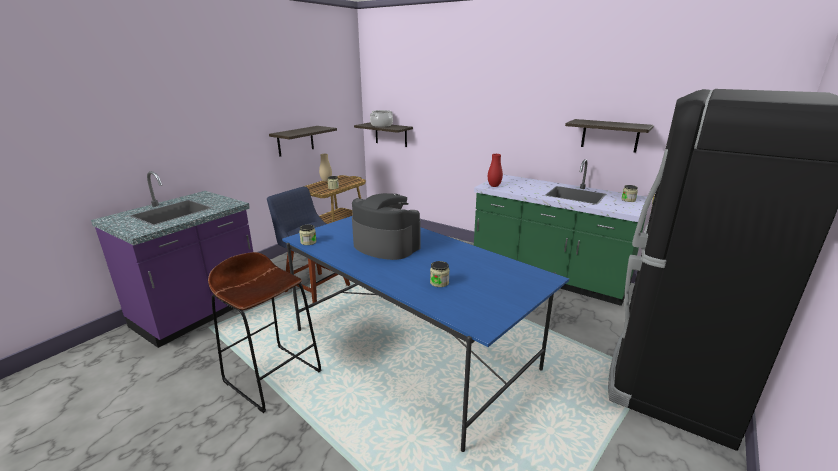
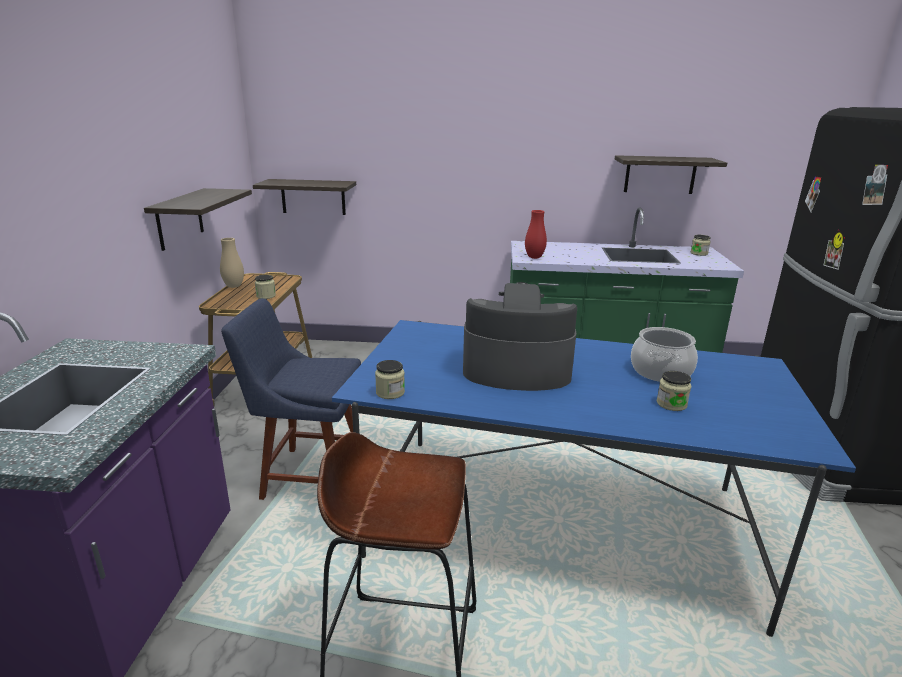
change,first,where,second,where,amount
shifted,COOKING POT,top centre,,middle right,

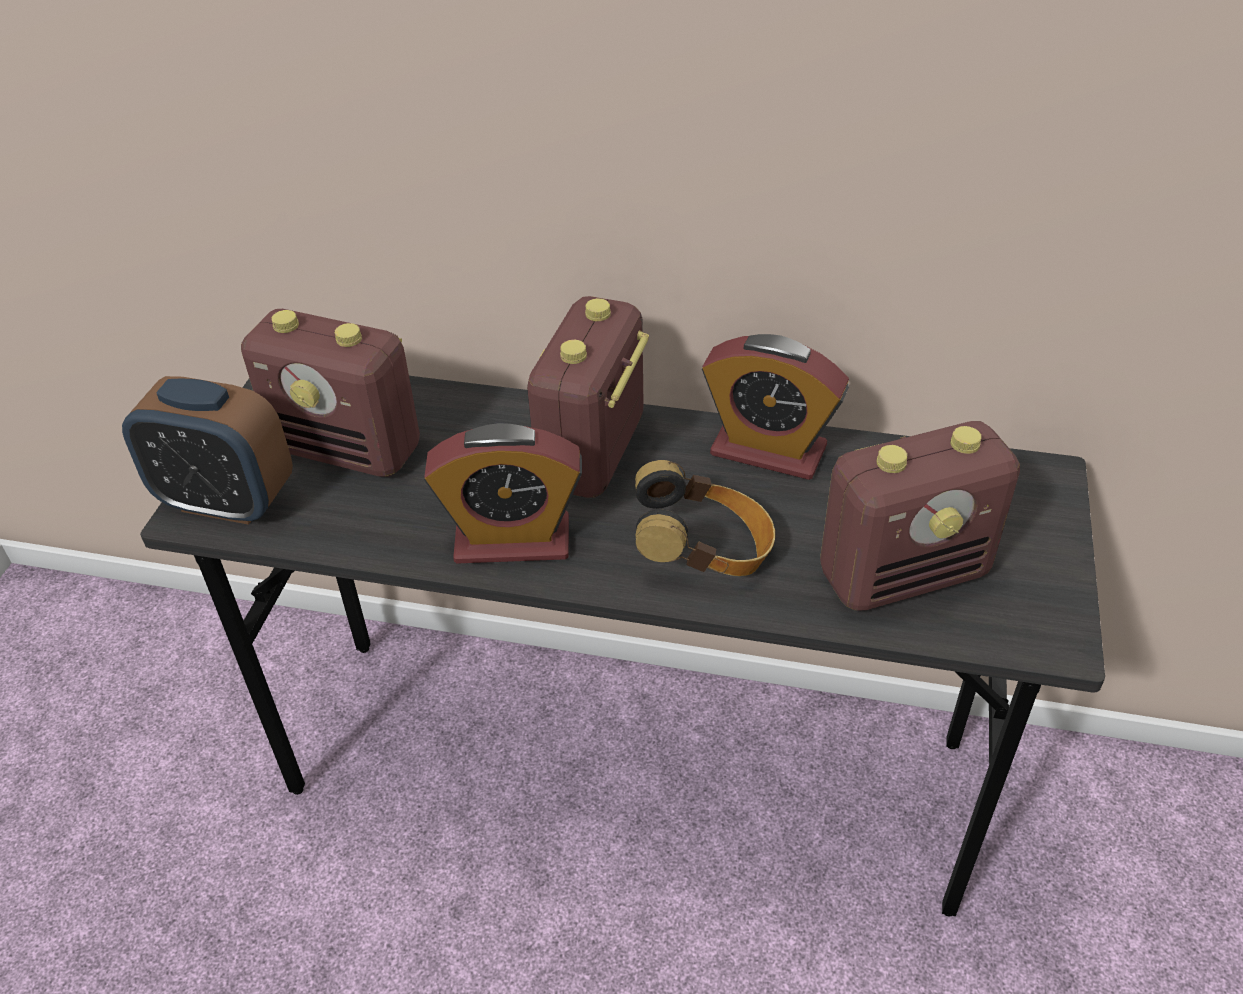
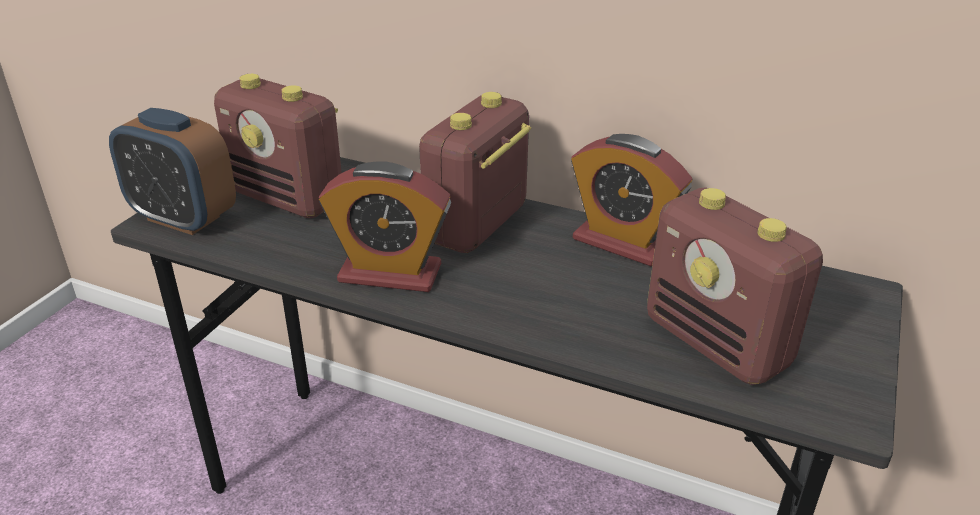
change,first,where,second,where,amount
rotated,RADIO (no. 3 from left),middle right,,middle right,60 degrees clockwise
gone,HEADPHONES,centre,,,

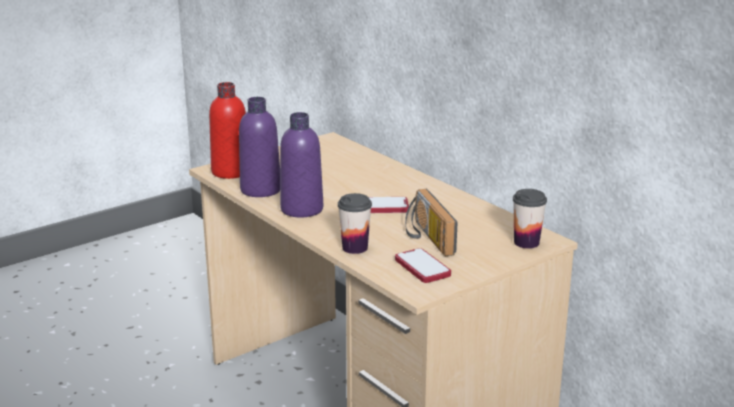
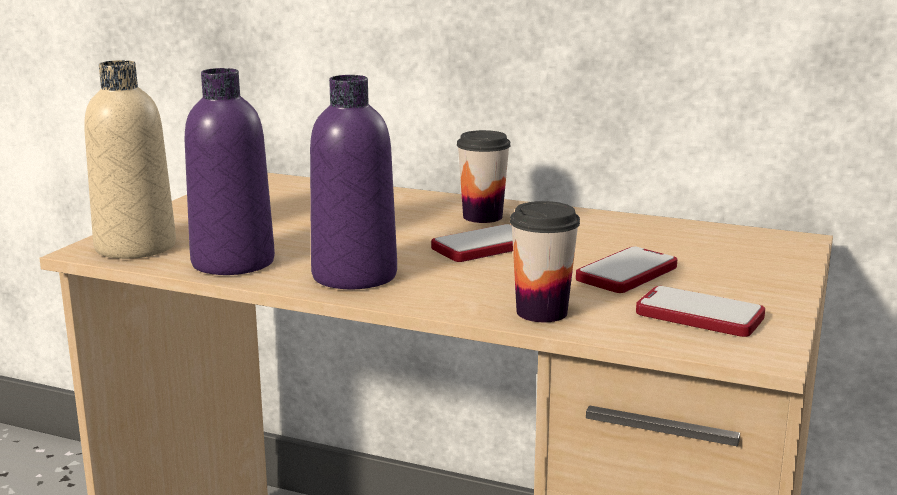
change,first,where,second,where,amount
repainted,RED BOTTLE,top left,BEIGE BOTTLE,top left,
swapped,RADIO,centre,PHONE (no. 2 from left),middle right,
shifted,CUP (no. 2 from left in the first image),middle right,CUP (no. 1 from left),centre,

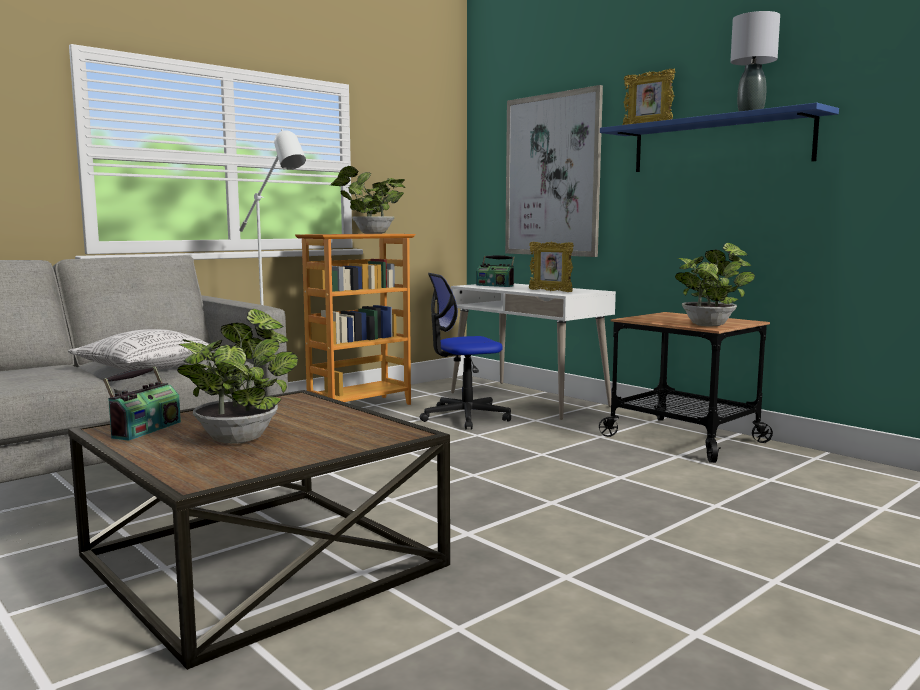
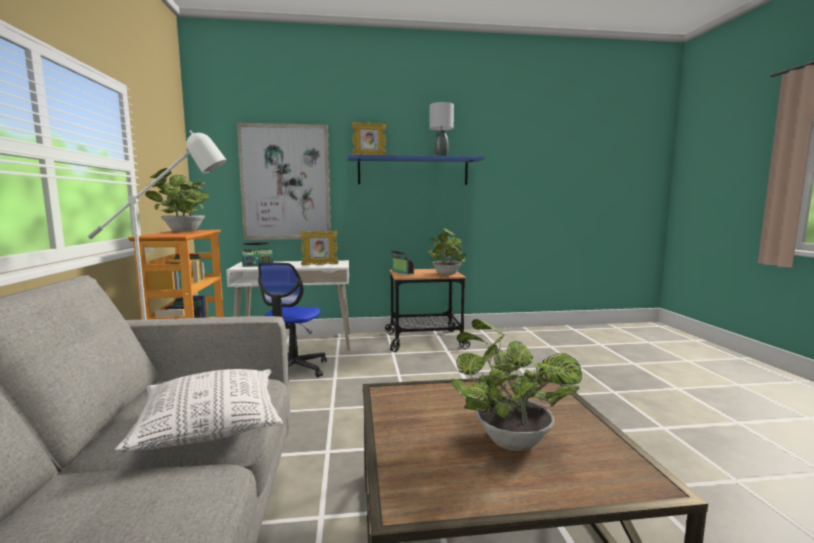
change,first,where,second,where,amount
shifted,RADIO (no. 1 from left in the first image),middle left,RADIO (no. 2 from left),centre,

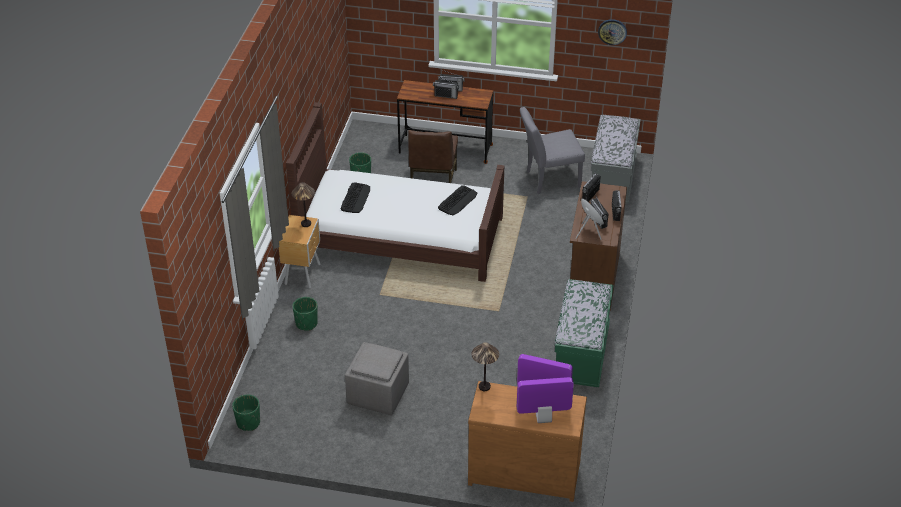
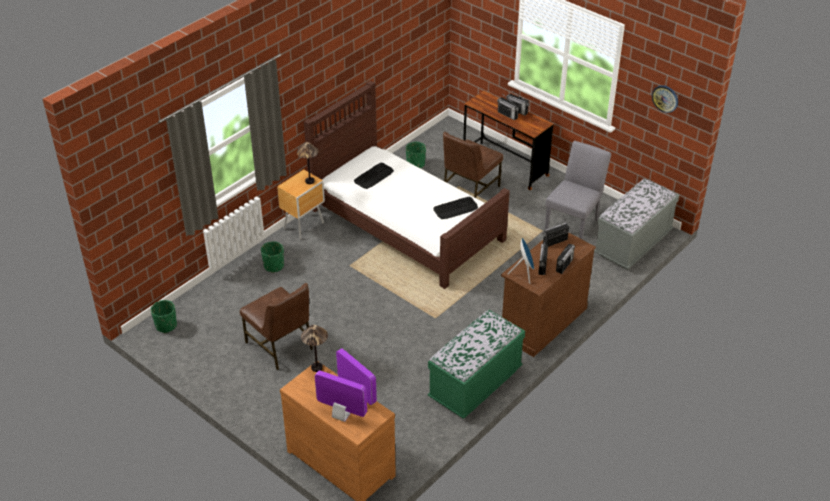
change,first,where,second,where,amount
rotated,GREY CHAIR,top centre,,middle right,105 degrees clockwise
swapped,GREY OTTOMAN,bottom centre,BROWN CHAIR (no. 1 from left),middle left,

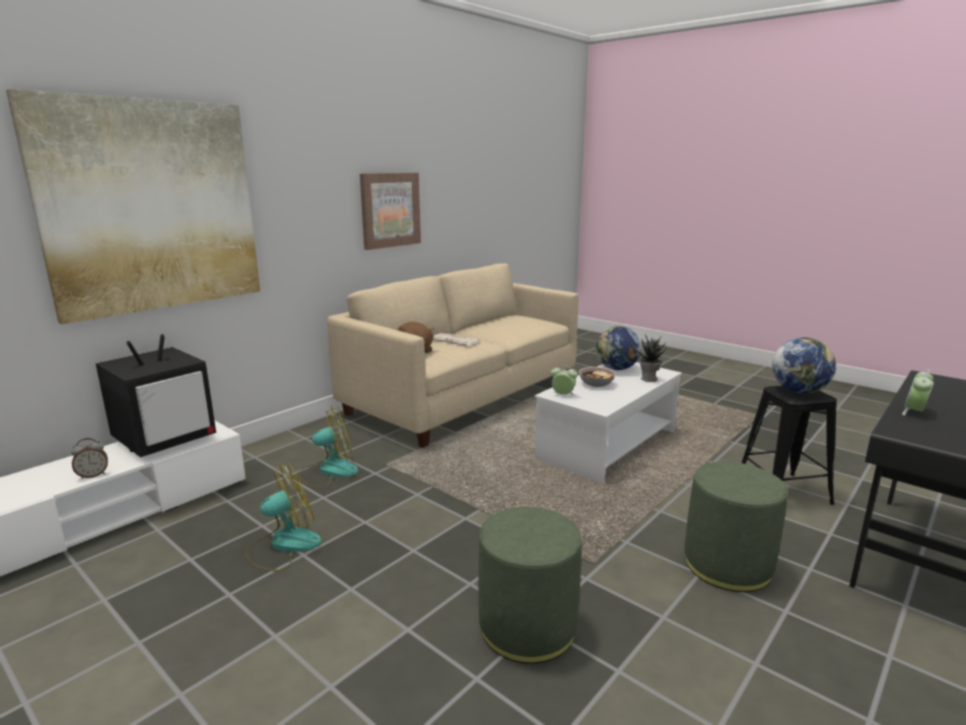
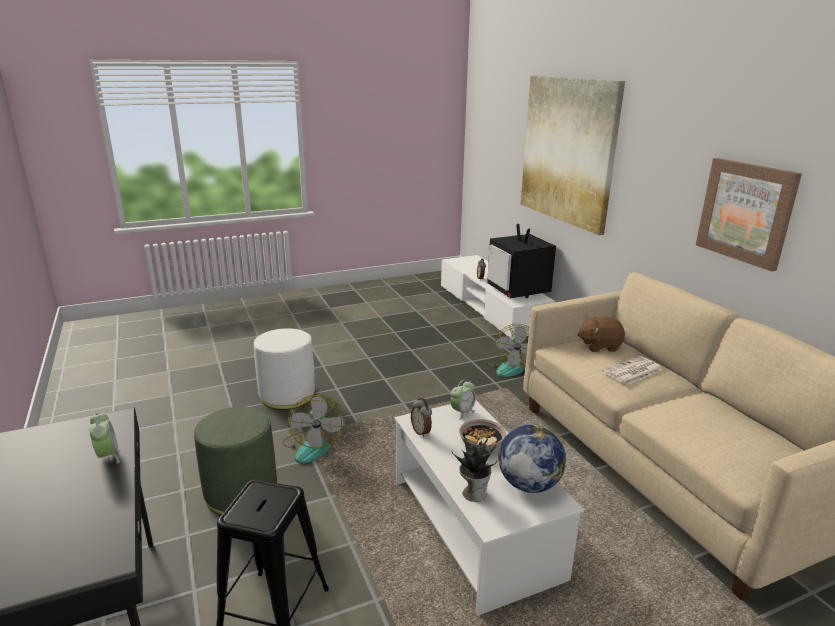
change,first,where,second,where,amount
gone,GLOBE (no. 2 from left),middle right,,,
shifted,FAN (no. 1 from left),bottom left,,bottom centre,
repainted,GREEN OTTOMAN (no. 1 from left),bottom centre,WHITE OTTOMAN,centre,
new,,,ALARM CLOCK (no. 2 from left),centre,

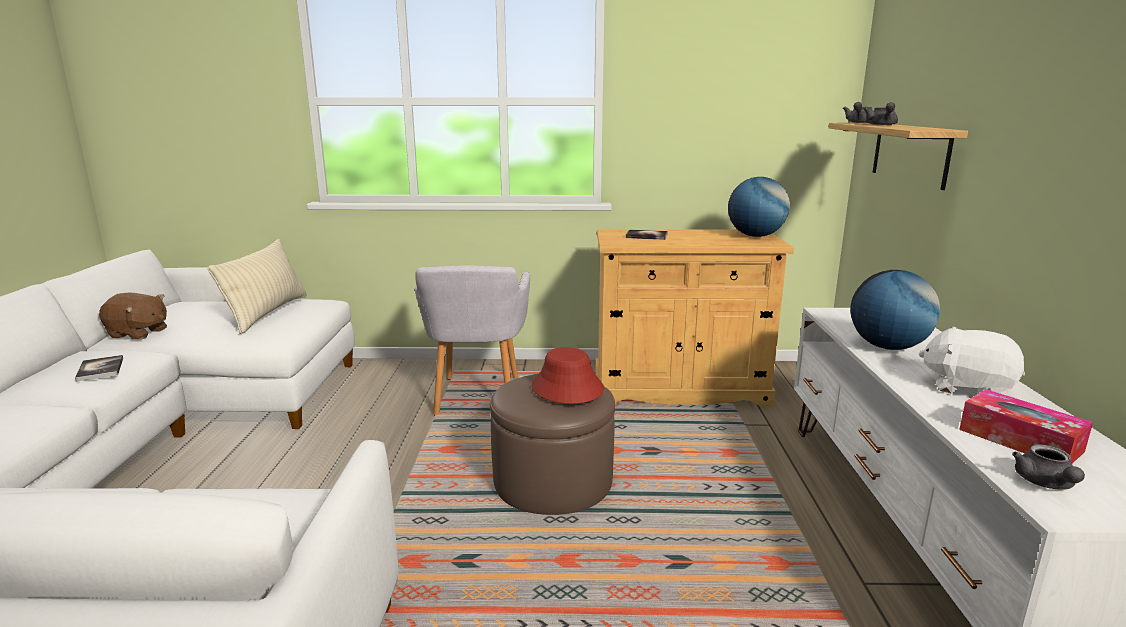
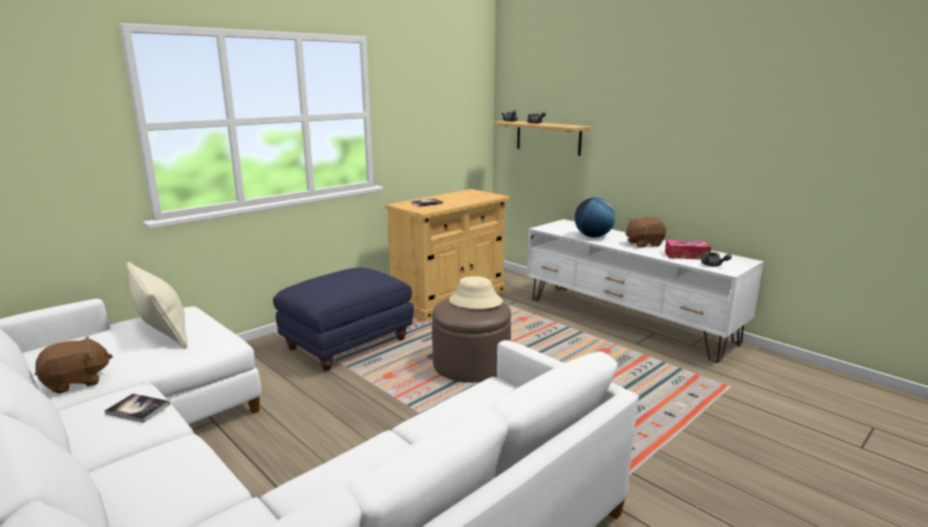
change,first,where,second,where,amount
gone,GLOBE (no. 1 from left),top right,,,
swapped,GREY ARMCHAIR,centre,BLUE OTTOMAN,centre,
repainted,WHITE PLUSH TOY,middle right,BROWN PLUSH TOY (no. 2 from left),middle right,
repainted,RED HAT,centre,BEIGE HAT,centre,

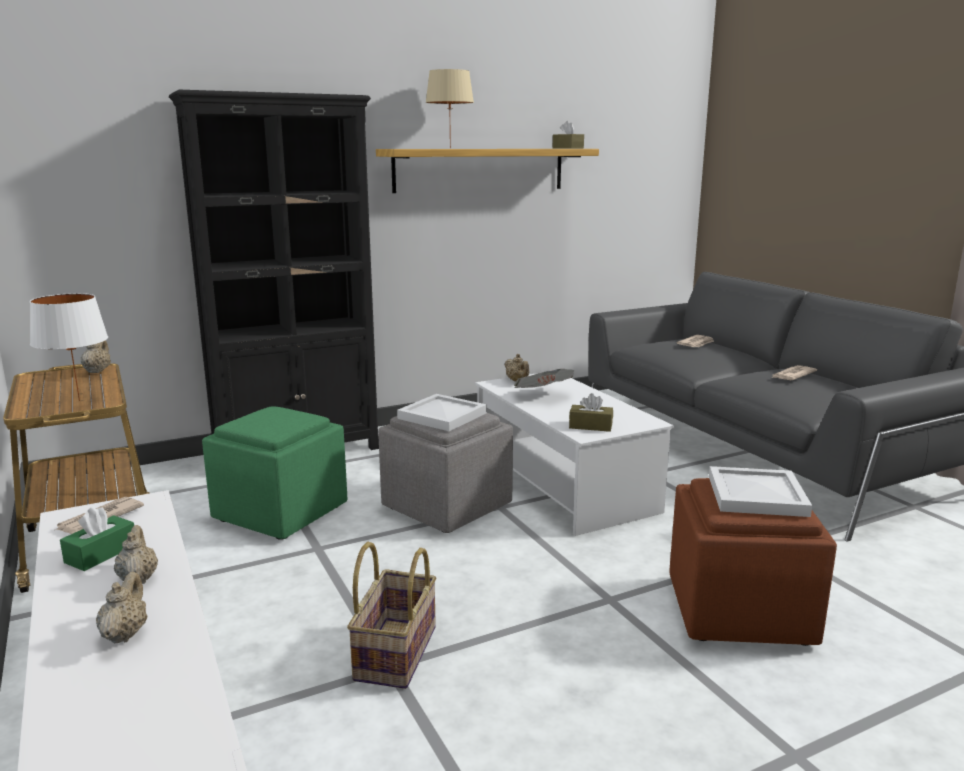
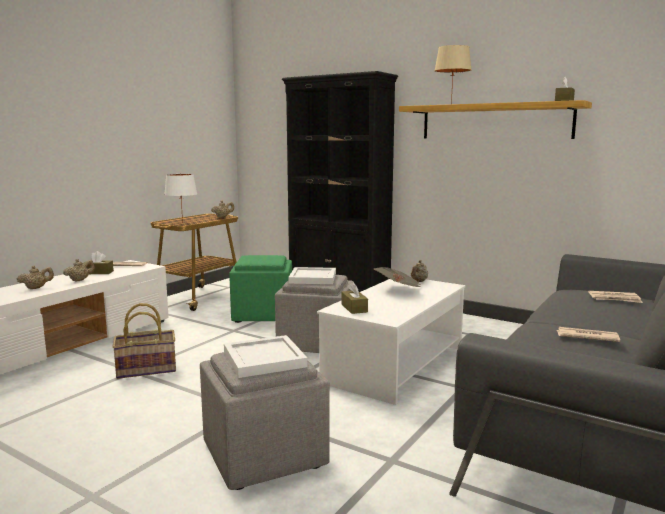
change,first,where,second,where,amount
repainted,BROWN OTTOMAN,bottom right,GREY OTTOMAN (no. 1 from left),bottom centre,
repainted,GREEN TISSUE BOX,bottom left,BROWN TISSUE BOX (no. 1 from left),middle left,

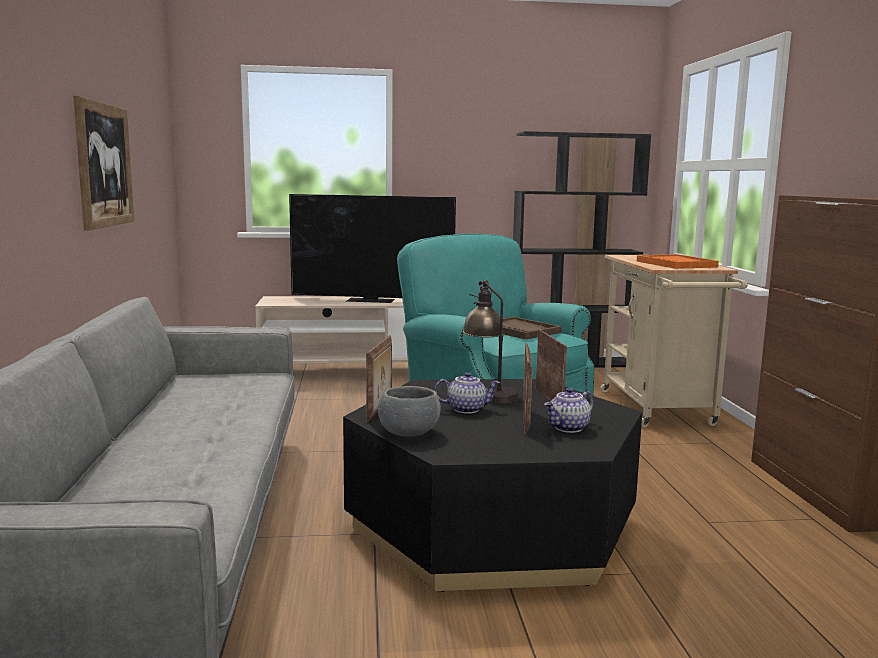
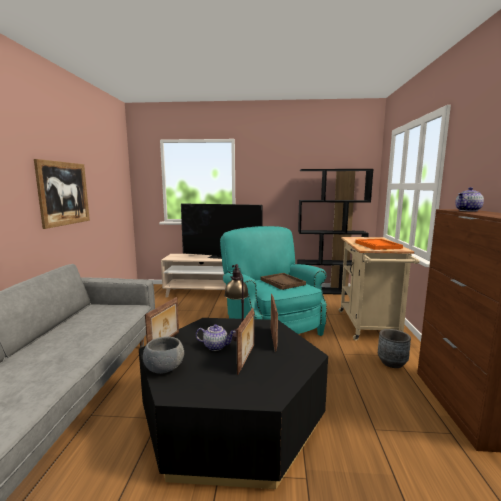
change,first,where,second,where,amount
shifted,TEAPOT (no. 2 from left),centre,,middle right,
new,,,GREY PLANTER,bottom right,

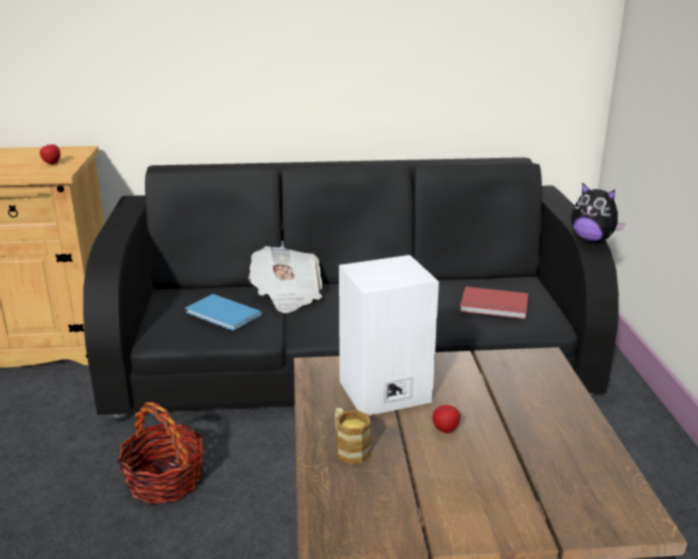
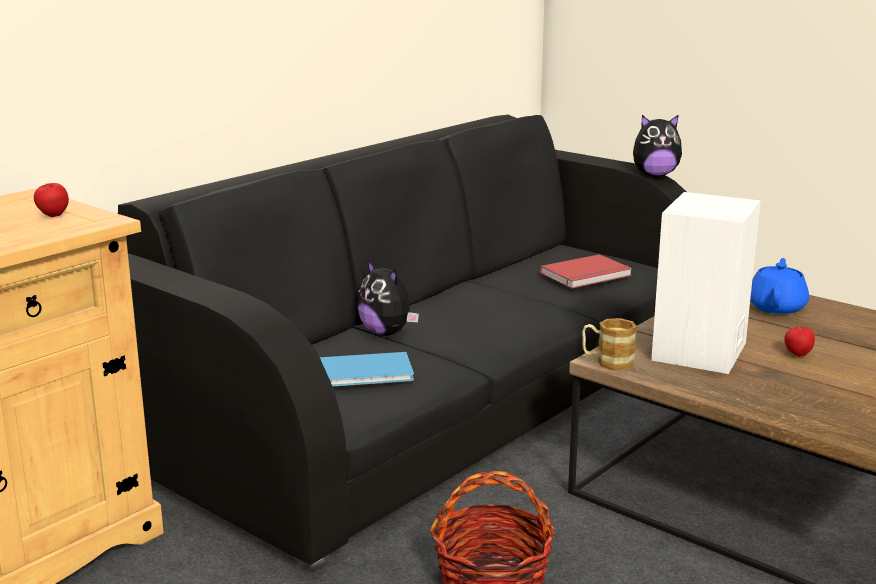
change,first,where,second,where,amount
swapped,NEWSPAPER,centre,PLUSH TOY (no. 1 from left),centre,
shifted,MUG,bottom centre,,middle right,
new,,,BLUE TEAPOT,middle right,

